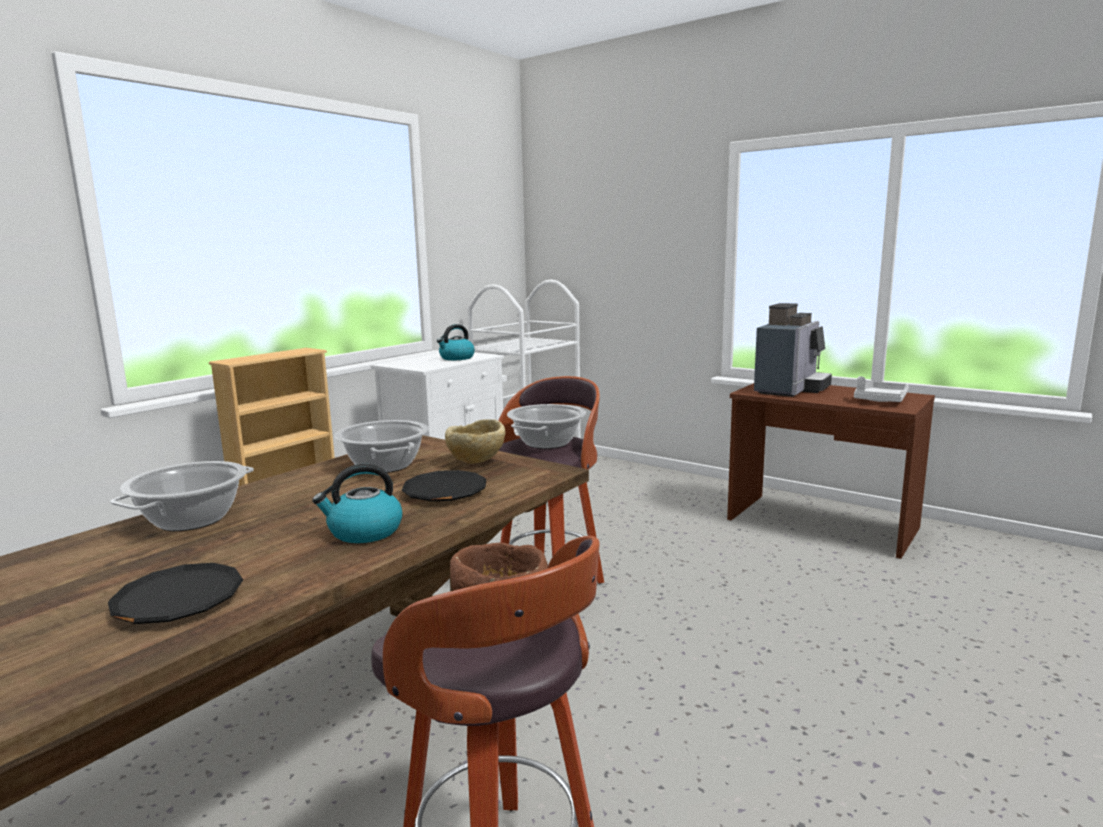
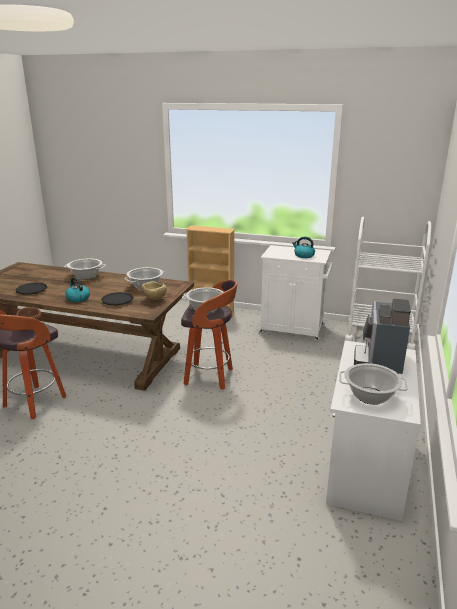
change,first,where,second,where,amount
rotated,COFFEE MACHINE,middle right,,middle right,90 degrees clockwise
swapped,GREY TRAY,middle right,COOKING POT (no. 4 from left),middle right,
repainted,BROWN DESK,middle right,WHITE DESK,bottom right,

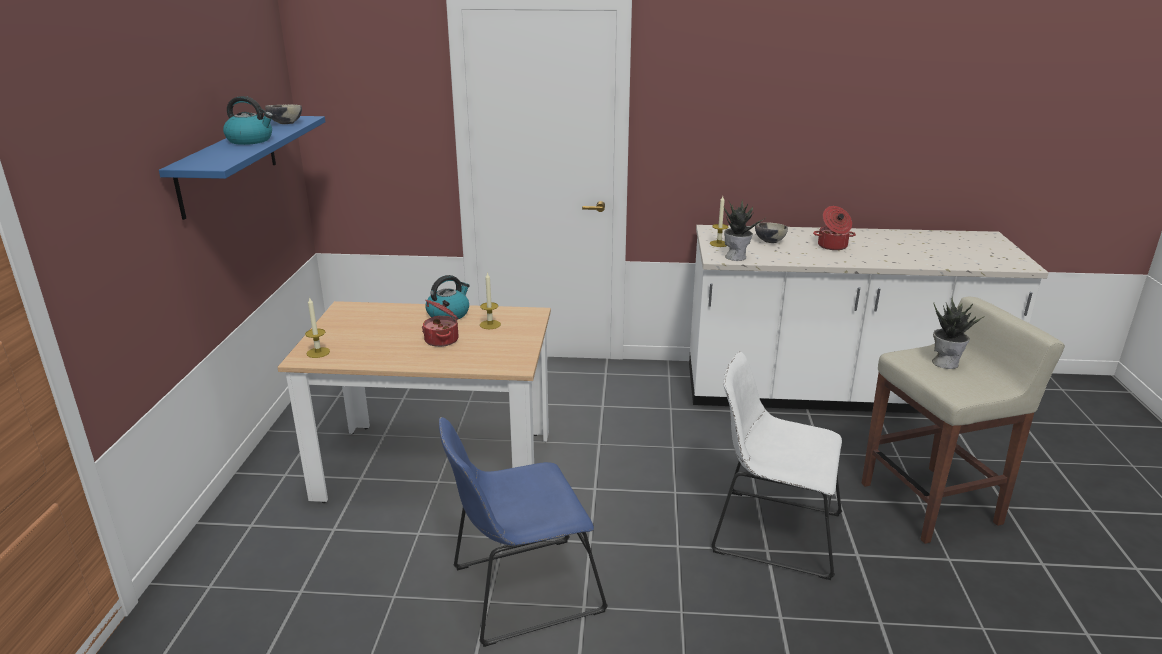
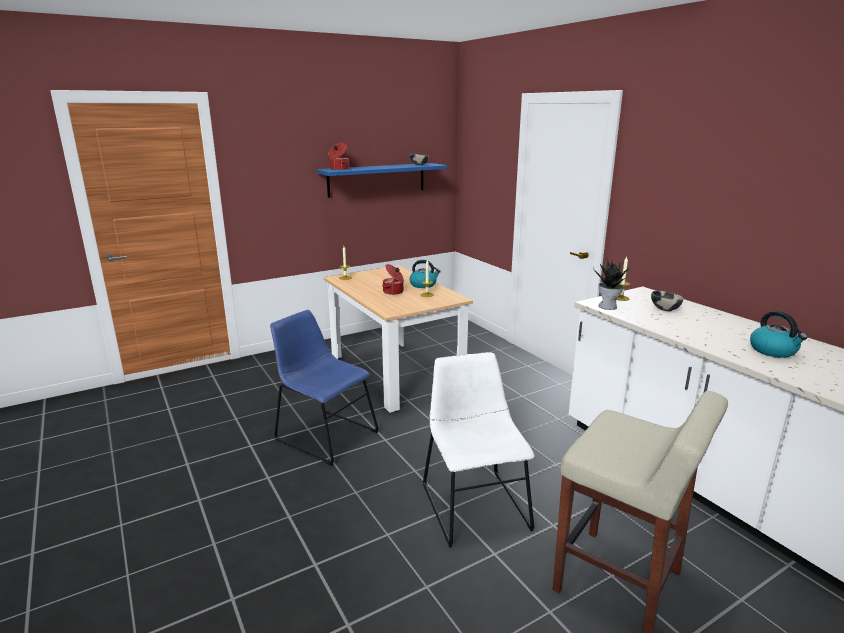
change,first,where,second,where,amount
shifted,KETTLE (no. 1 from left in the first image),top left,KETTLE (no. 2 from left),middle right,
shifted,COOKING POT (no. 2 from left in the first image),middle right,COOKING POT (no. 1 from left),top centre,
gone,POTTED PLANT (no. 2 from left),middle right,,,

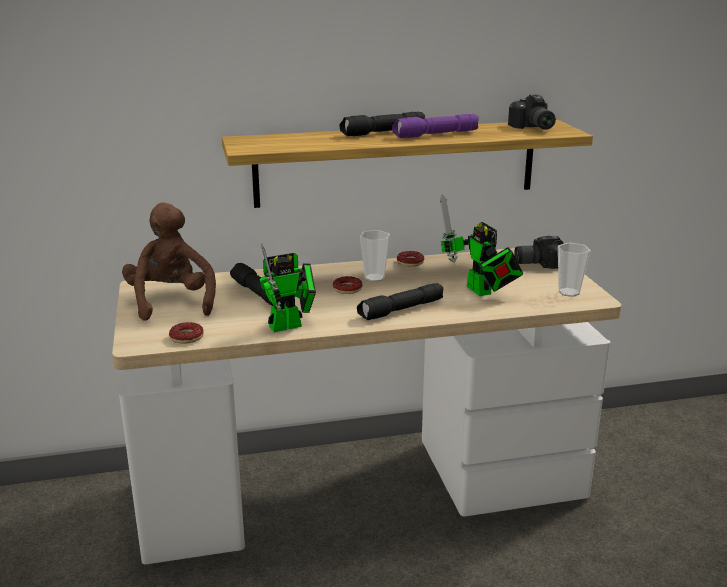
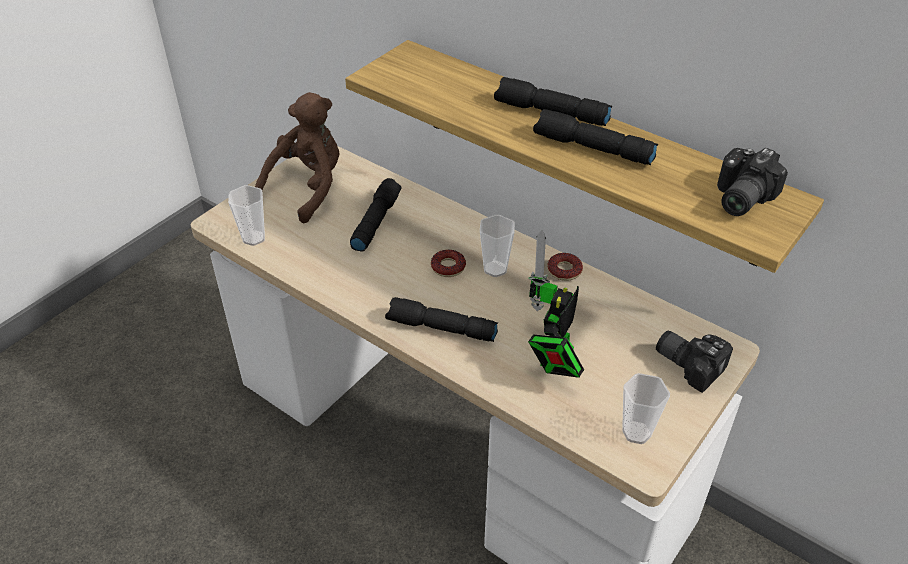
change,first,where,second,where,amount
repainted,PURPLE FLASHLIGHT,top centre,BLACK FLASHLIGHT (no. 4 from left),top centre,
gone,TOY ROBOT (no. 1 from left),centre,,,
swapped,DONUT (no. 1 from left),middle left,CUP (no. 1 from left),middle left,

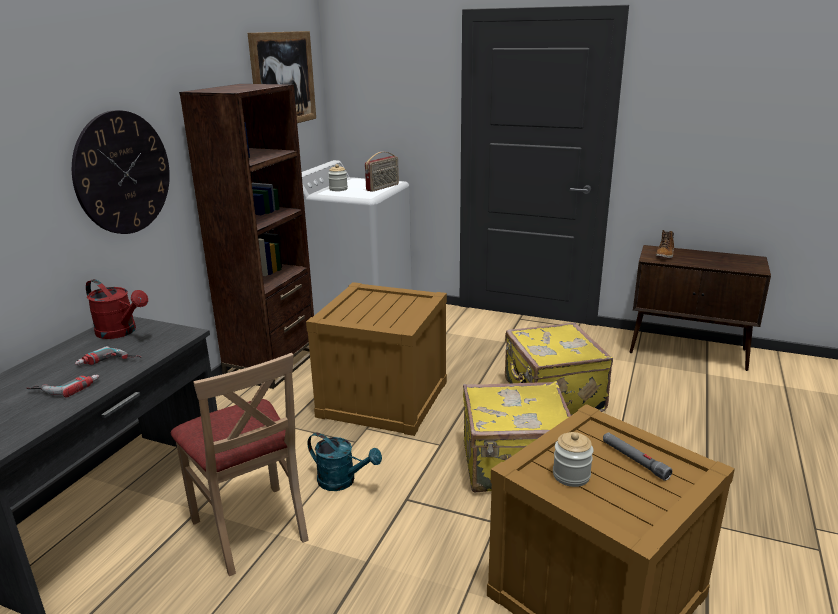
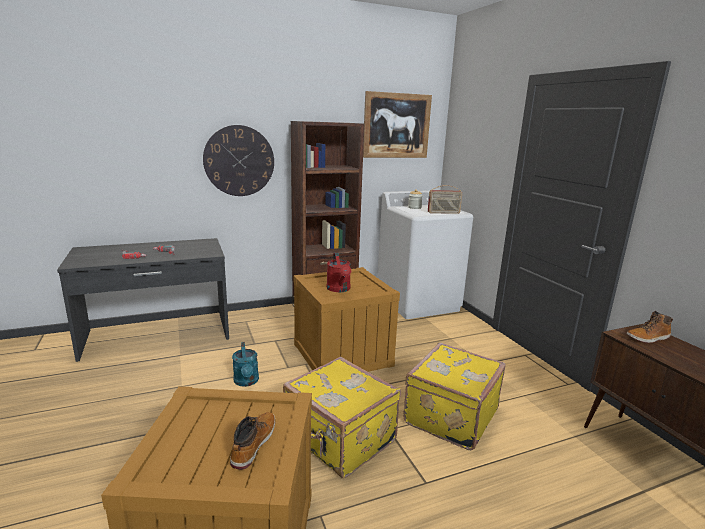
change,first,where,second,where,amount
shifted,RED WATERING CAN,middle left,,centre,
gone,BEIGE CHAIR,bottom left,,,
gone,JAR (no. 2 from left),bottom right,,,
swapped,GREY FLASHLIGHT,bottom right,BOOT (no. 1 from left),bottom centre,

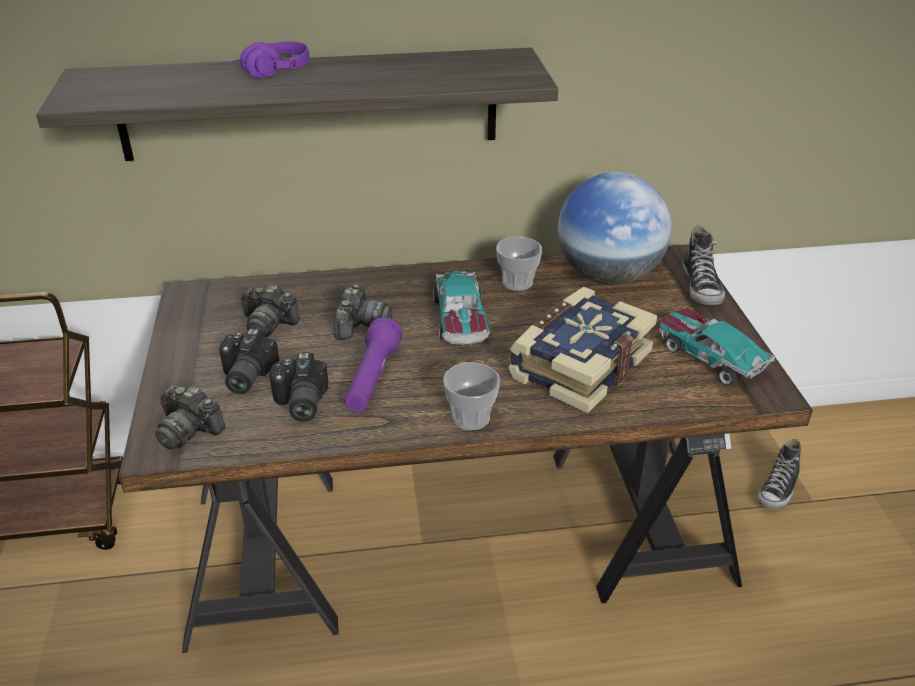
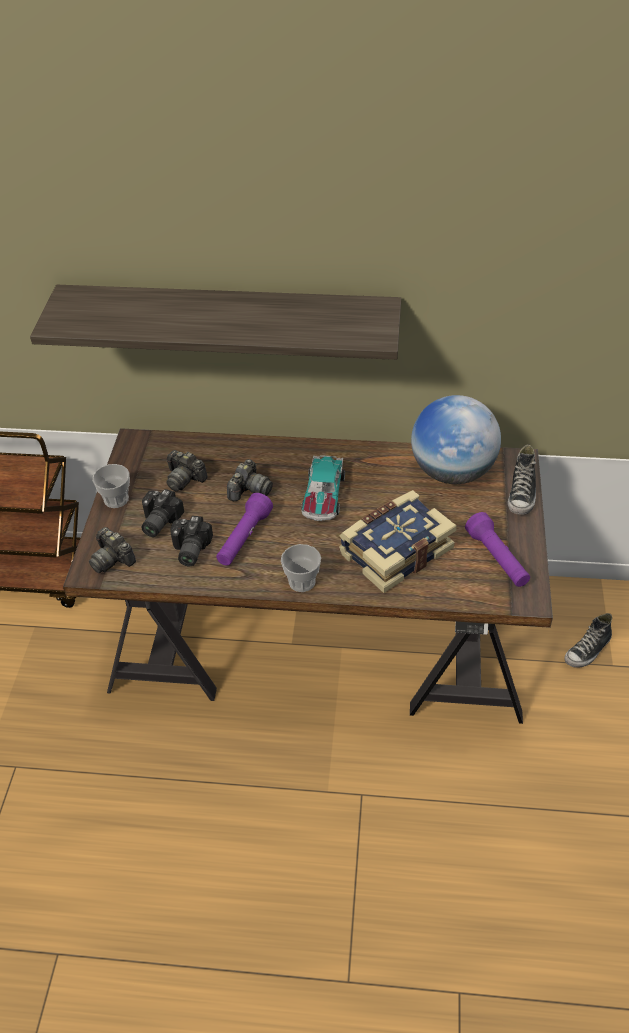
change,first,where,second,where,amount
gone,PURPLE HEADPHONES,top left,,,
shifted,CUP (no. 2 from left in the first image),centre,CUP (no. 1 from left),middle left,
swapped,TOY CAR (no. 2 from left),middle right,PURPLE FLASHLIGHT (no. 2 from left),middle right,

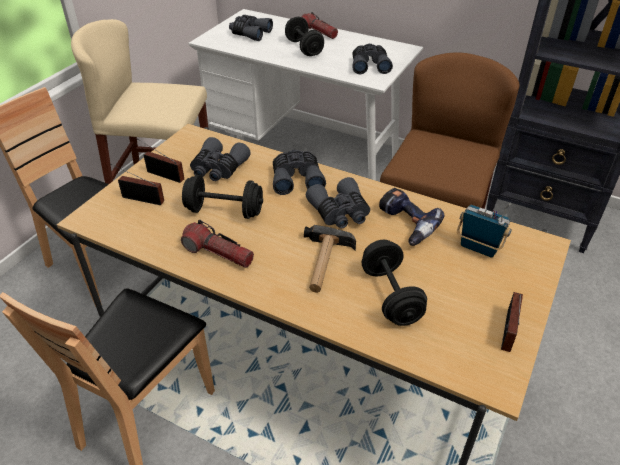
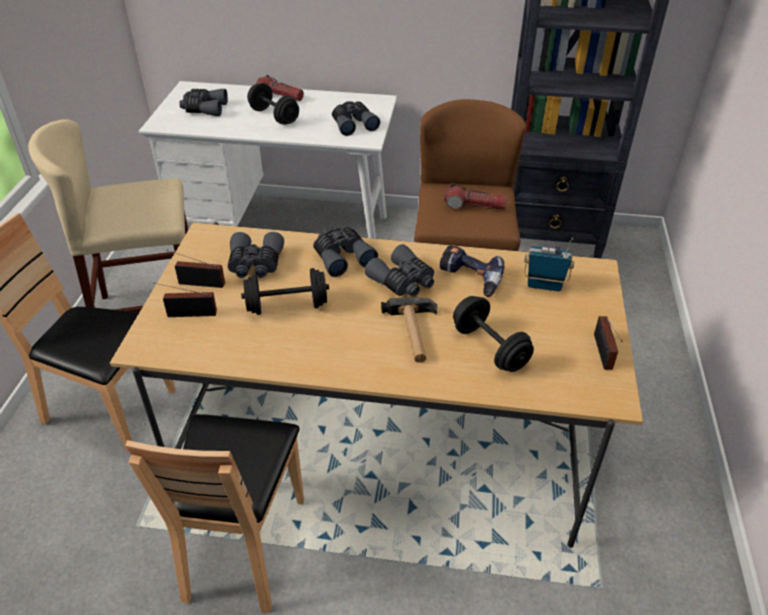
change,first,where,second,where,amount
shifted,FLASHLIGHT (no. 1 from left in the first image),centre,FLASHLIGHT (no. 2 from left),top centre,

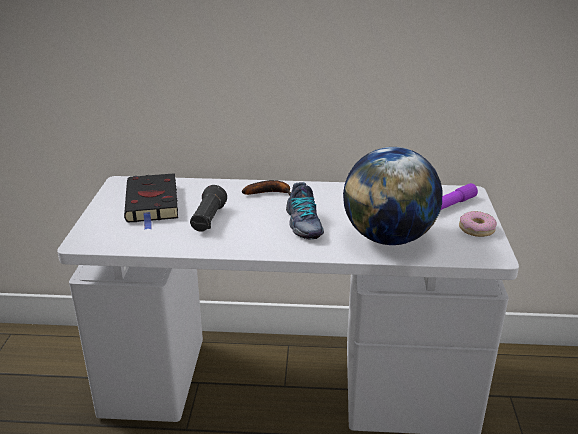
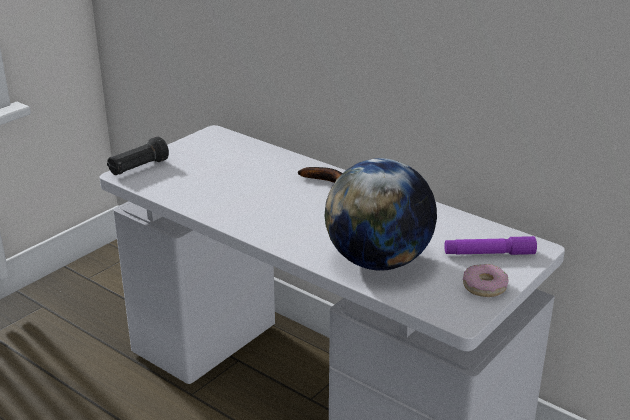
change,first,where,second,where,amount
gone,BLACK BOOK,middle left,,,
gone,SHOE,centre,,,
shifted,BLACK FLASHLIGHT,centre,,middle left,

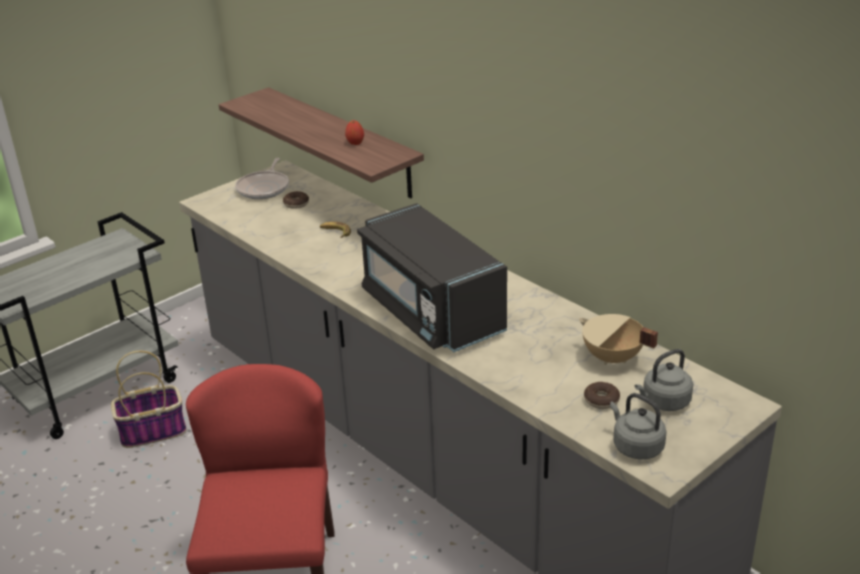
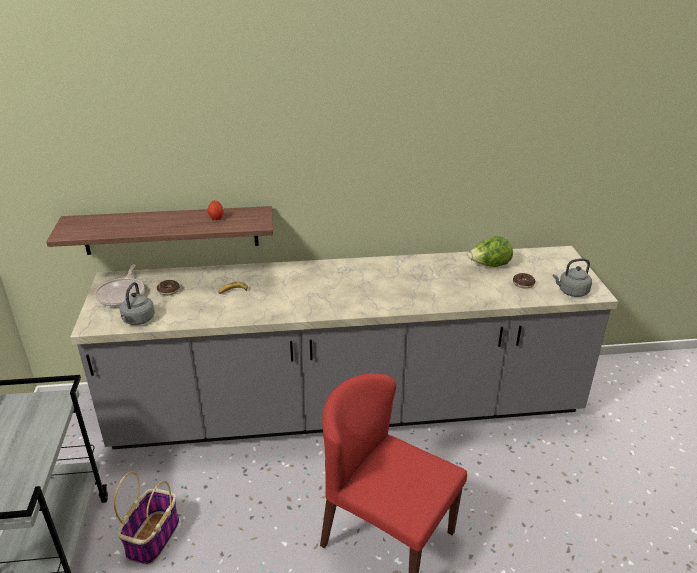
change,first,where,second,where,amount
rotated,FRYING PAN,top left,,middle left,45 degrees clockwise
gone,BLACK MICROWAVE,centre,,,
swapped,BEIGE COOKING POT,middle right,LETTUCE,middle right,
shifted,GREY KETTLE (no. 2 from left in the first image),middle right,GREY KETTLE (no. 1 from left),middle left,

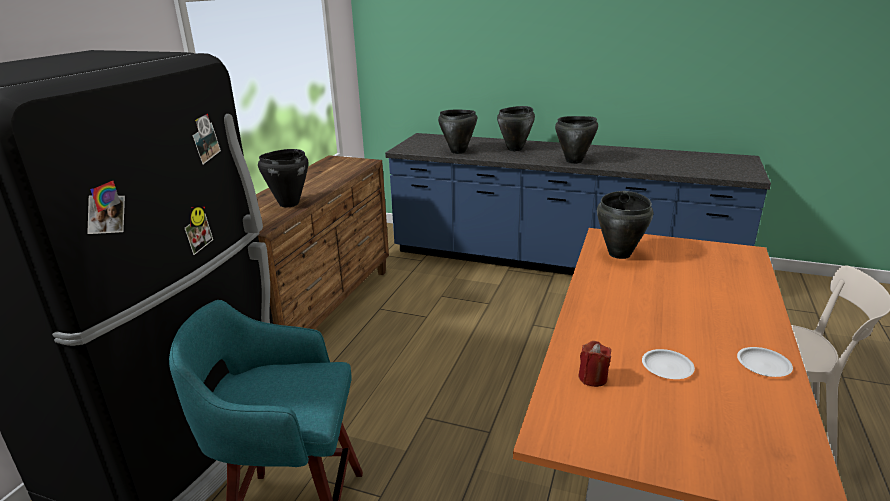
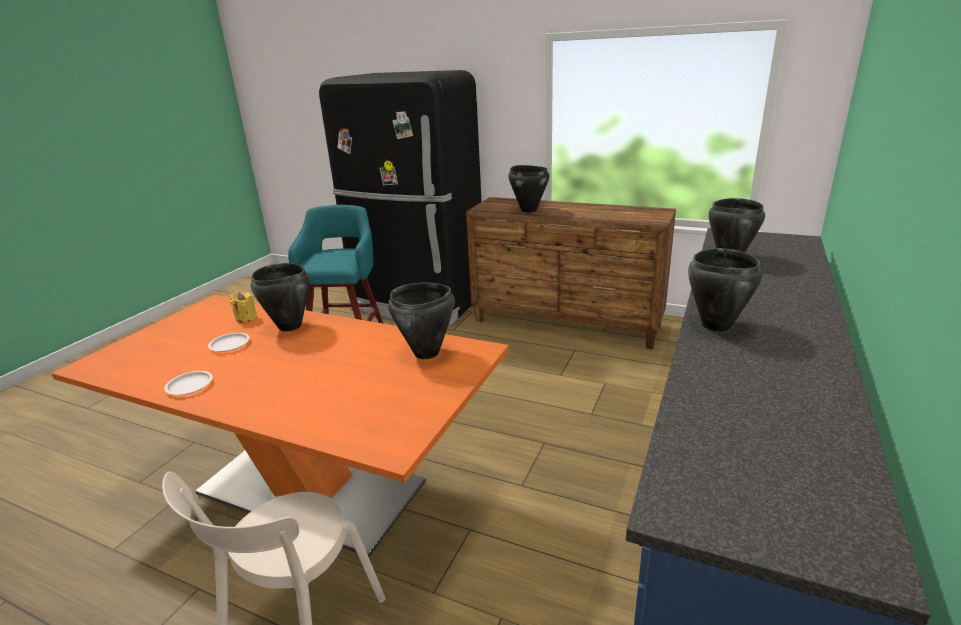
change,first,where,second,where,amount
shifted,BLACK COOKING POT (no. 3 from left in the first image),top centre,BLACK COOKING POT (no. 1 from left),middle left,
repainted,RED CANDLE,bottom right,YELLOW CANDLE,middle left,

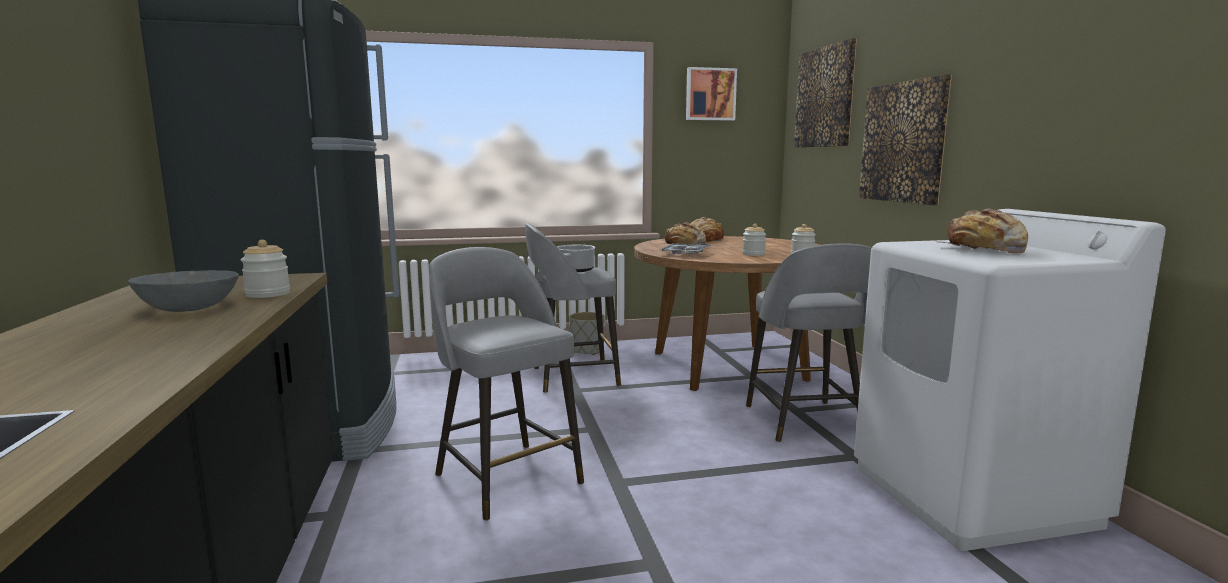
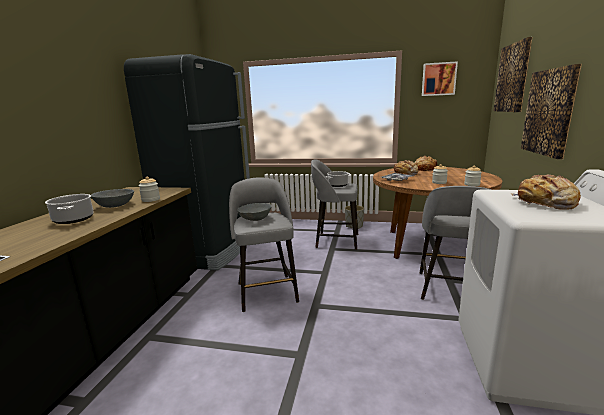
change,first,where,second,where,amount
new,,,COOKING POT (no. 1 from left),middle left,
new,,,GREY BOWL (no. 2 from left),centre,

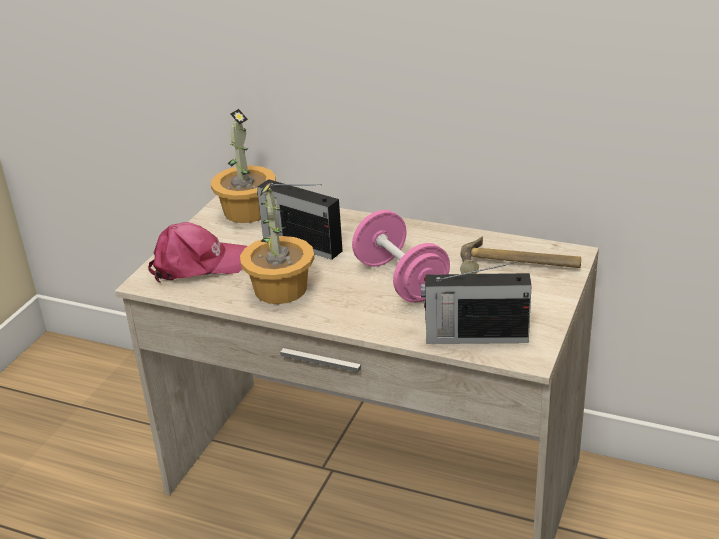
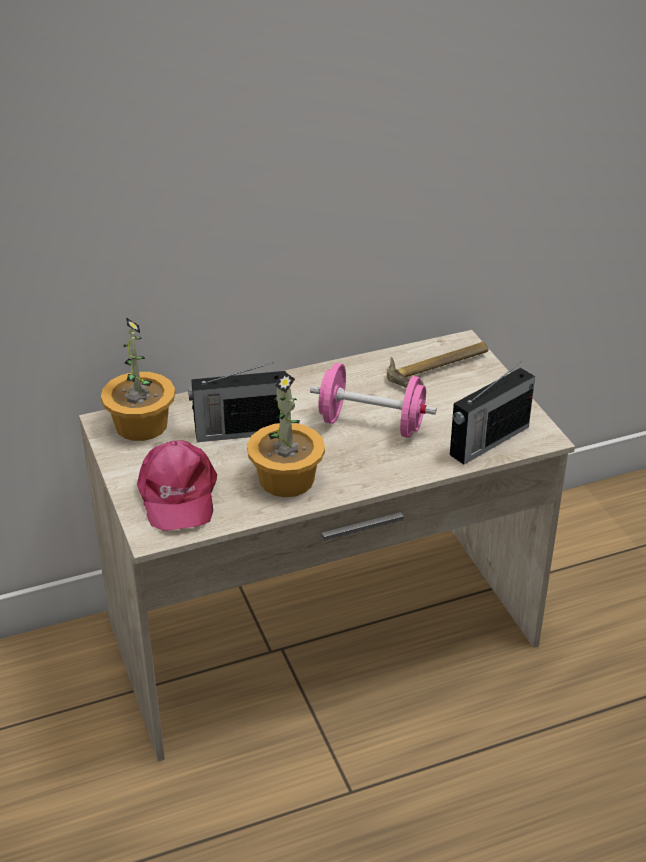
change,first,where,second,where,amount
rotated,PINK CAP,middle left,,middle left,135 degrees clockwise

